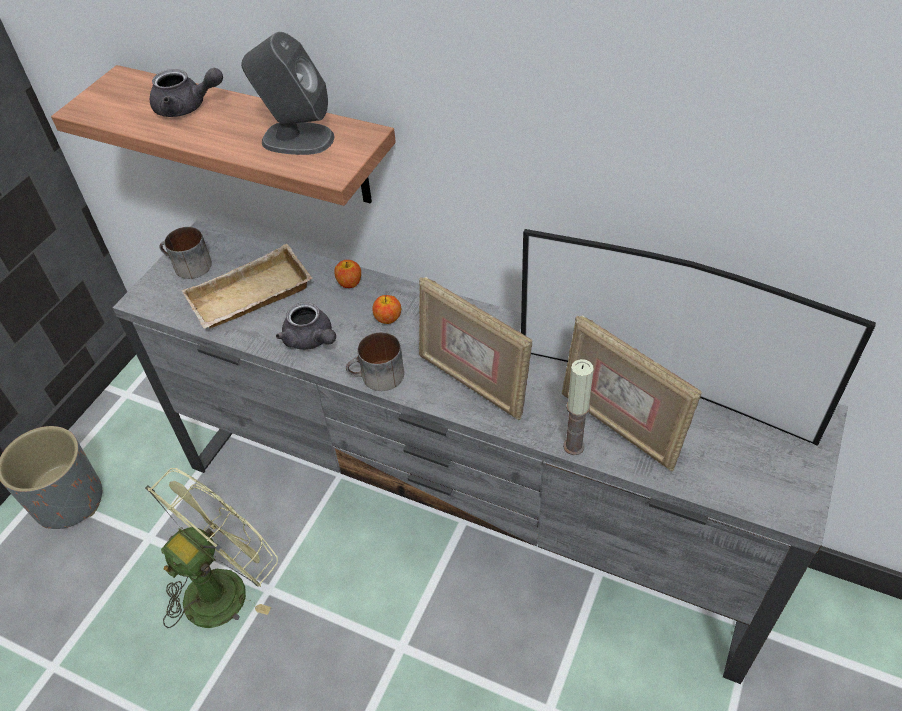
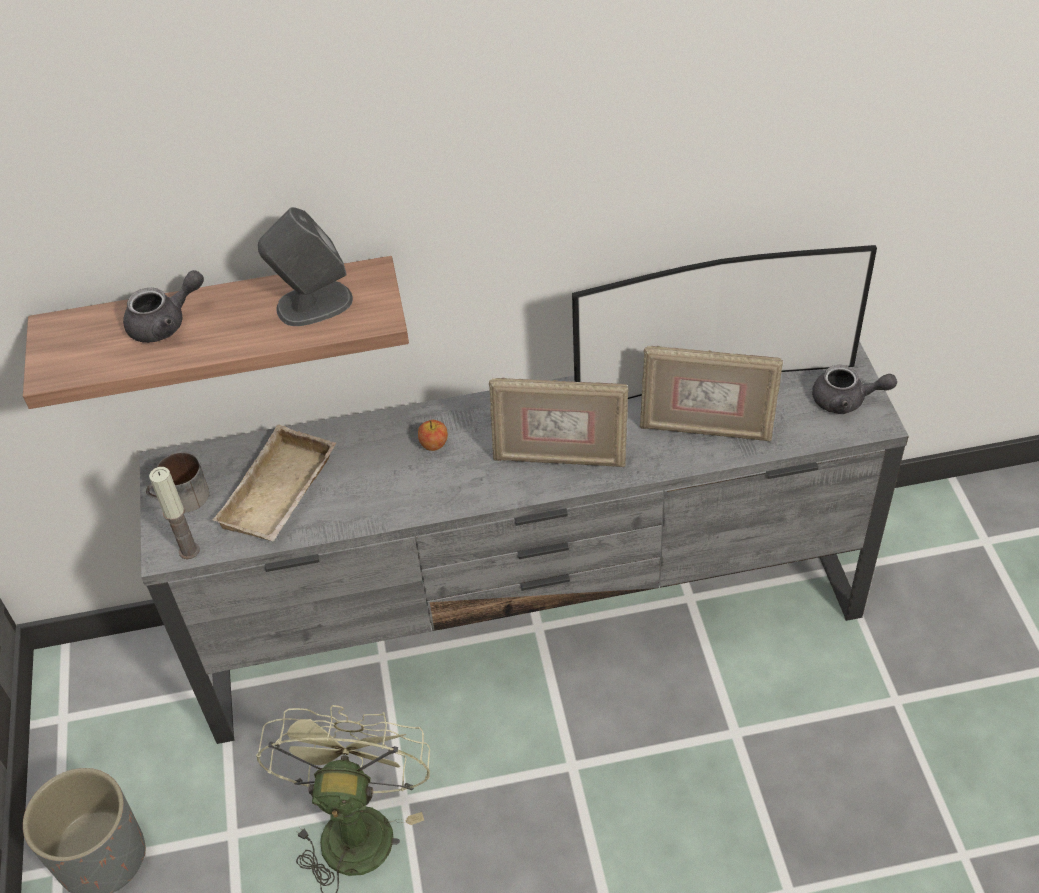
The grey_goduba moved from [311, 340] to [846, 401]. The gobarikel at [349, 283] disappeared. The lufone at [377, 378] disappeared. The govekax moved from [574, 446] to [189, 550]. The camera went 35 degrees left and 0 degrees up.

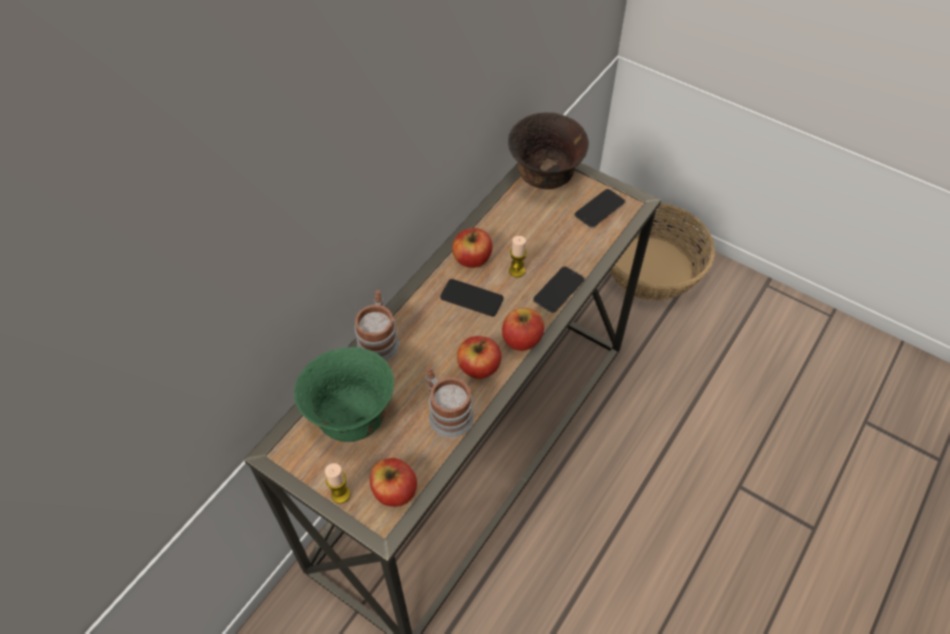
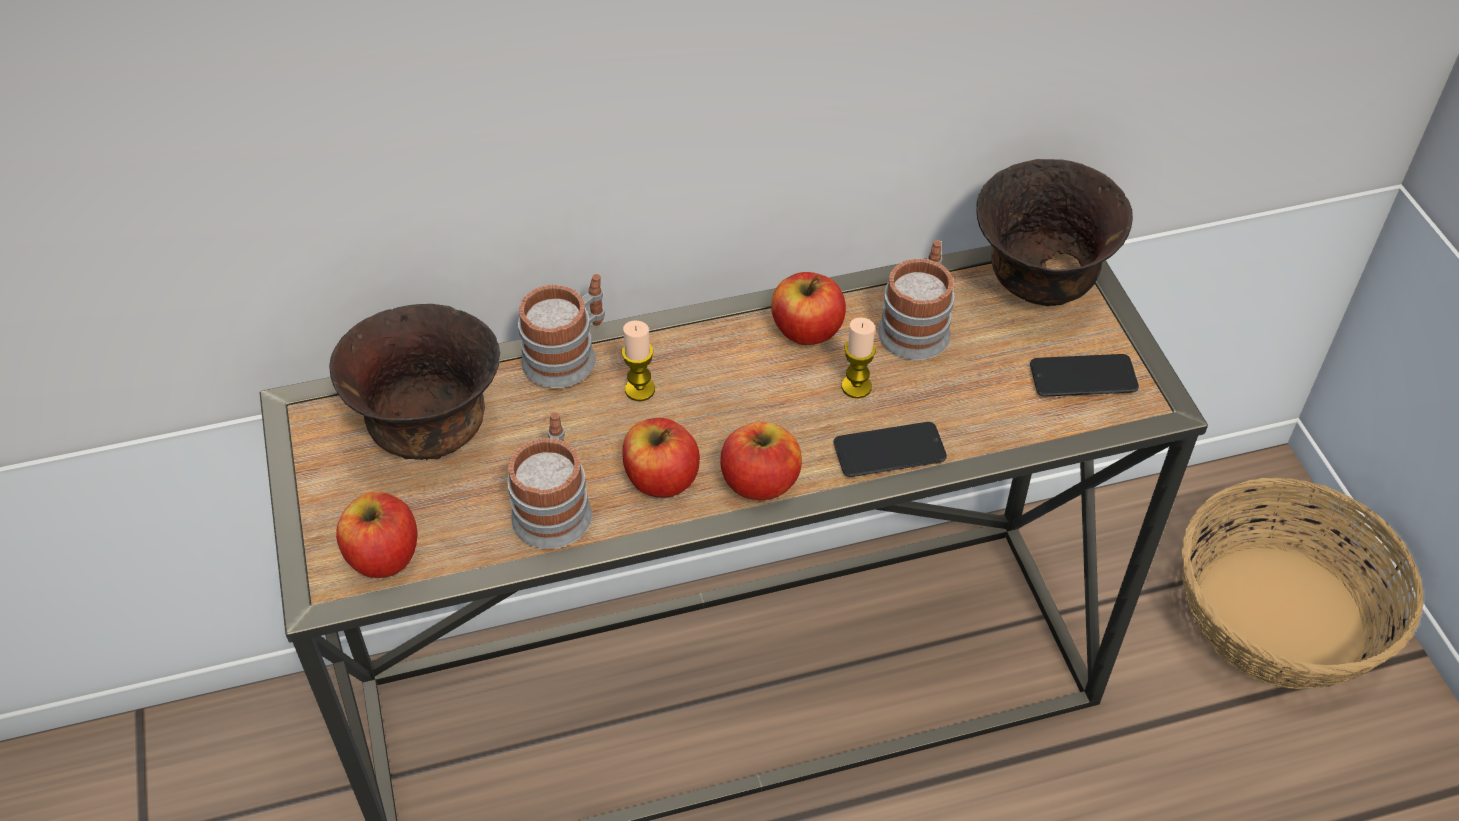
The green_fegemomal at [351, 419] became the brown_fegemomal at [429, 432]. The govekax moved from [340, 494] to [640, 389]. The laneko at [471, 298] disappeared. The lufone at [917, 325] appeared. The camera went 40 degrees right and 5 degrees down.

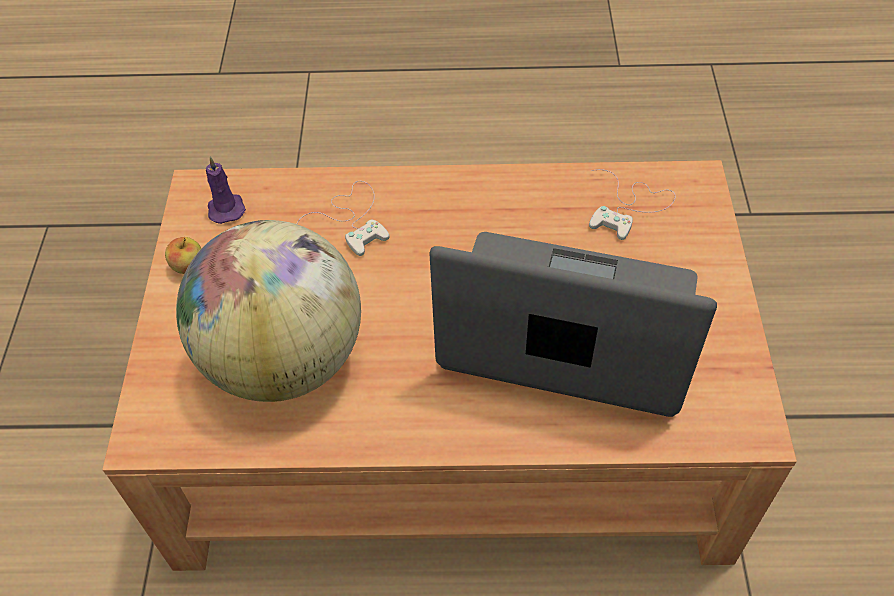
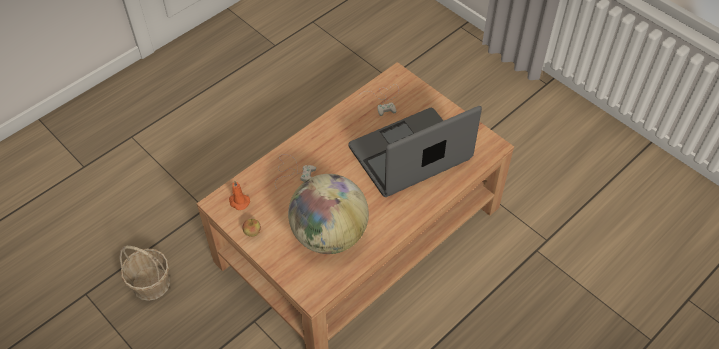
The purple_govekax at [226, 208] became the orange_govekax at [238, 202]. The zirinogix at [151, 283] appeared. The camera went 45 degrees left and 0 degrees up.

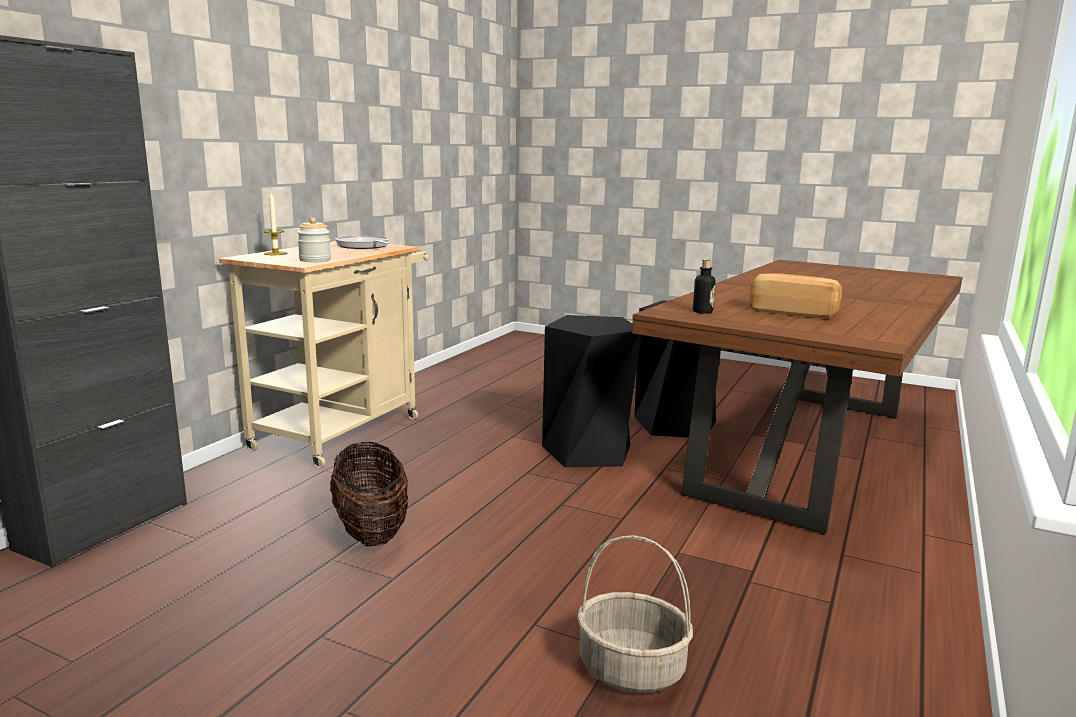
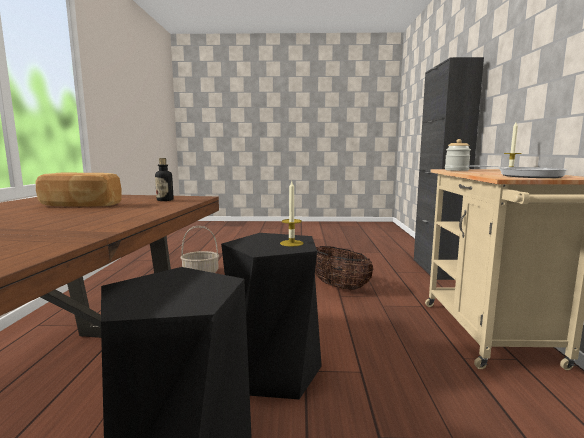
The govekax at [291, 243] appeared. The camera went 155 degrees right and 5 degrees down.

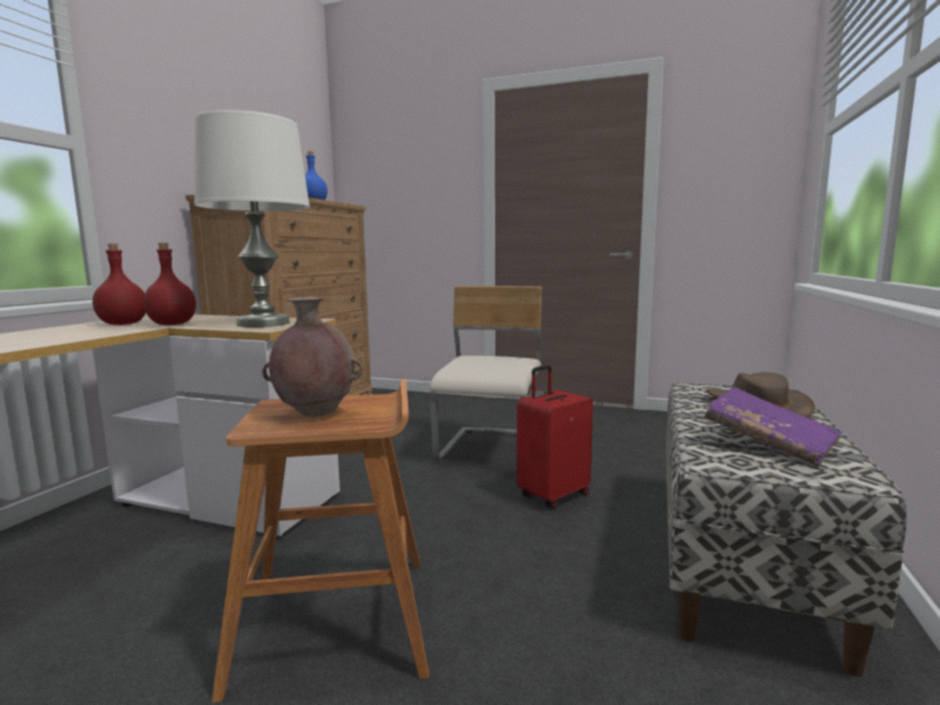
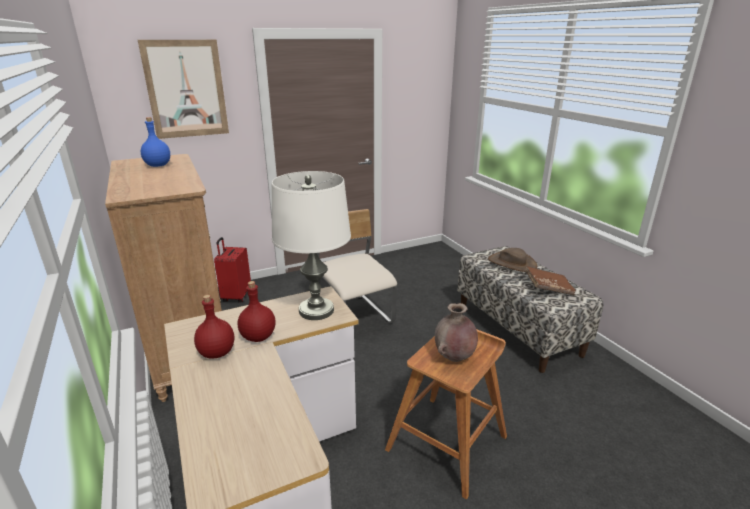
The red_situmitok moved from [552, 495] to [236, 296]. The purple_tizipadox at [769, 443] became the brown_tizipadox at [548, 288]. The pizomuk at [186, 89] appeared. The camera went 45 degrees left and 15 degrees up.

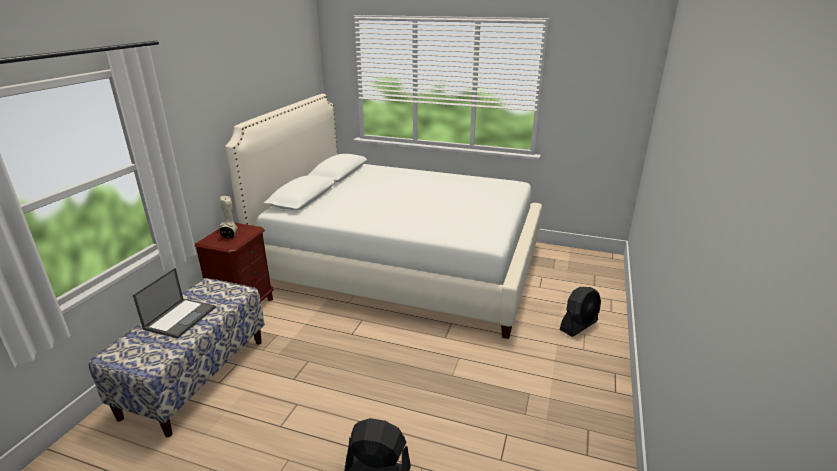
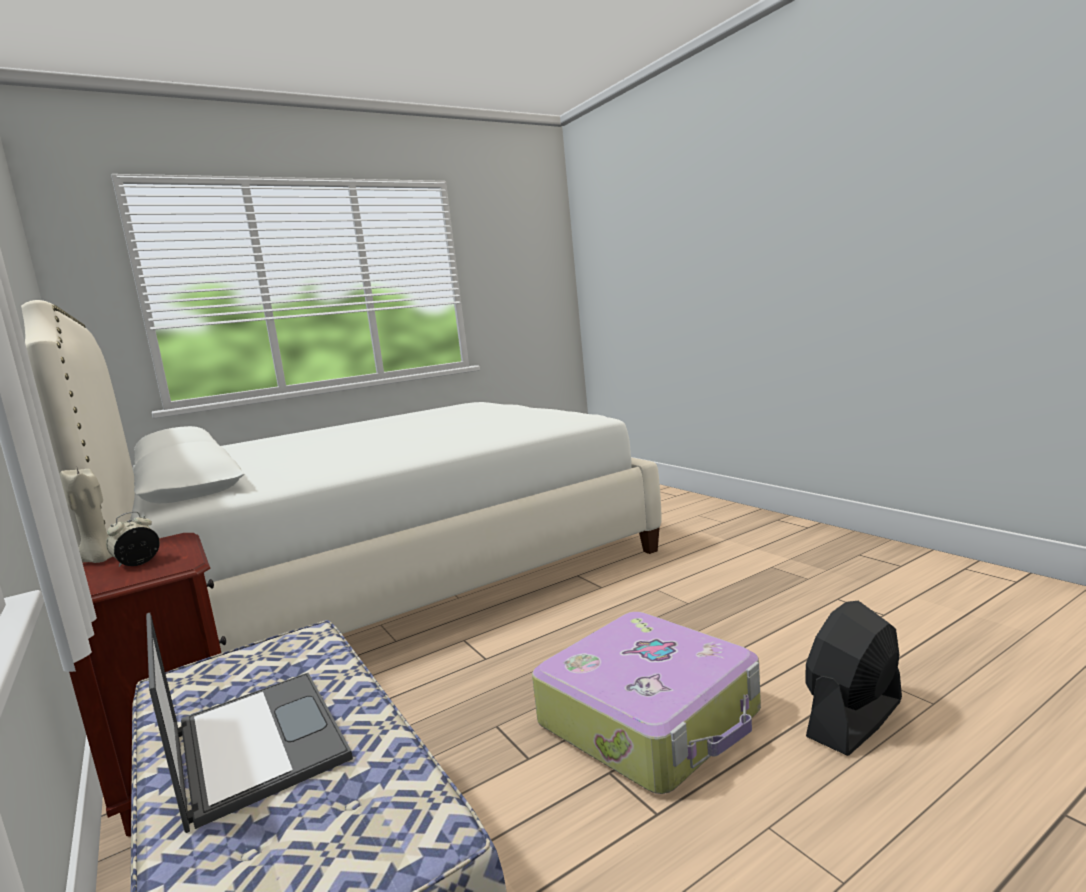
The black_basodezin at [579, 325] disappeared. The situmitok at [651, 718] appeared. The camera went 50 degrees left and 15 degrees down.

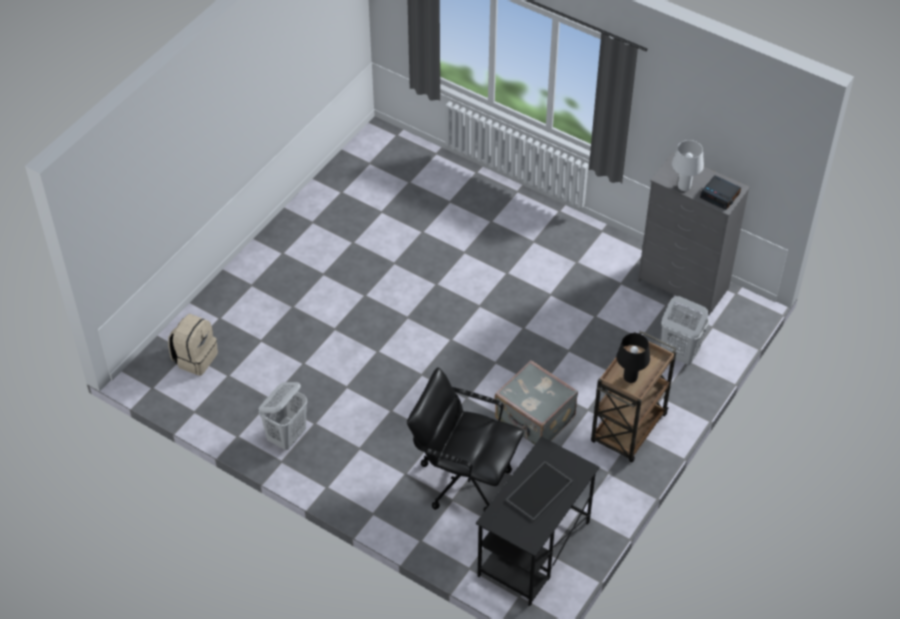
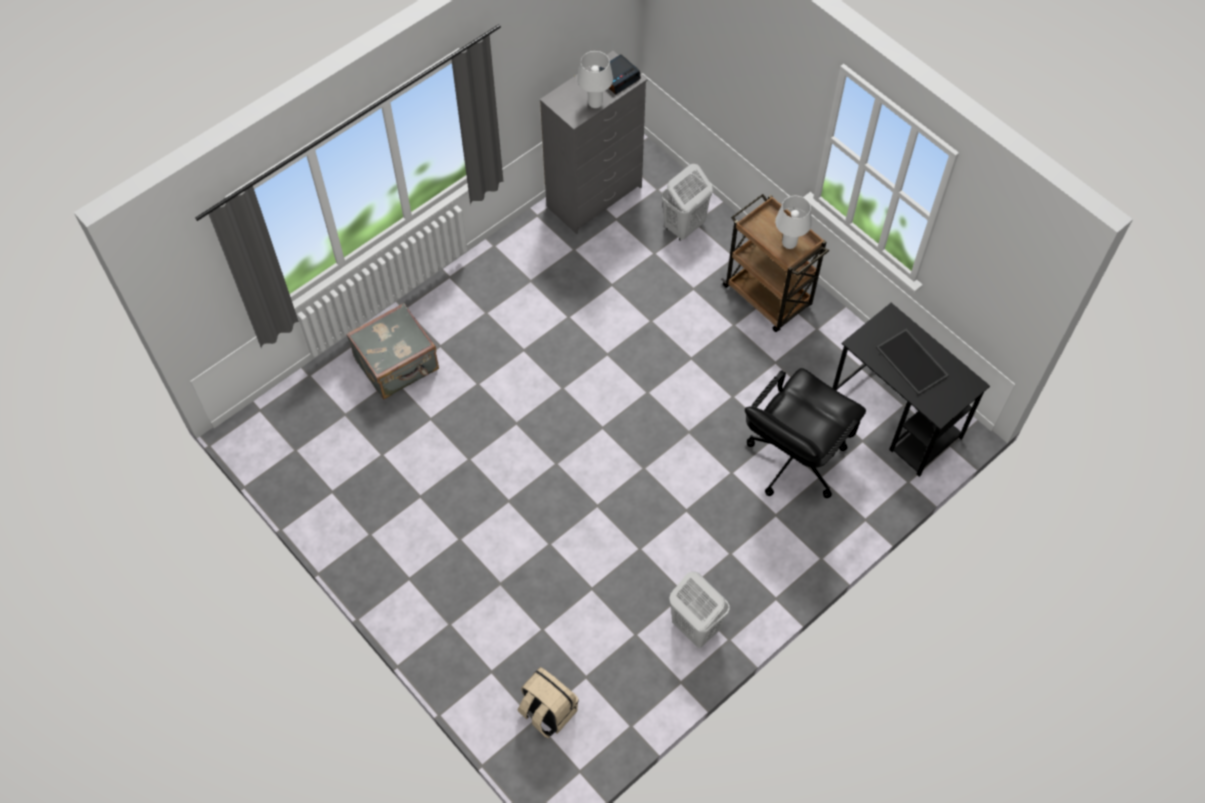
The grey_situmitok moved from [534, 419] to [398, 365]. The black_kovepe at [630, 378] became the white_kovepe at [788, 244]. The camera went 75 degrees left and 10 degrees up.

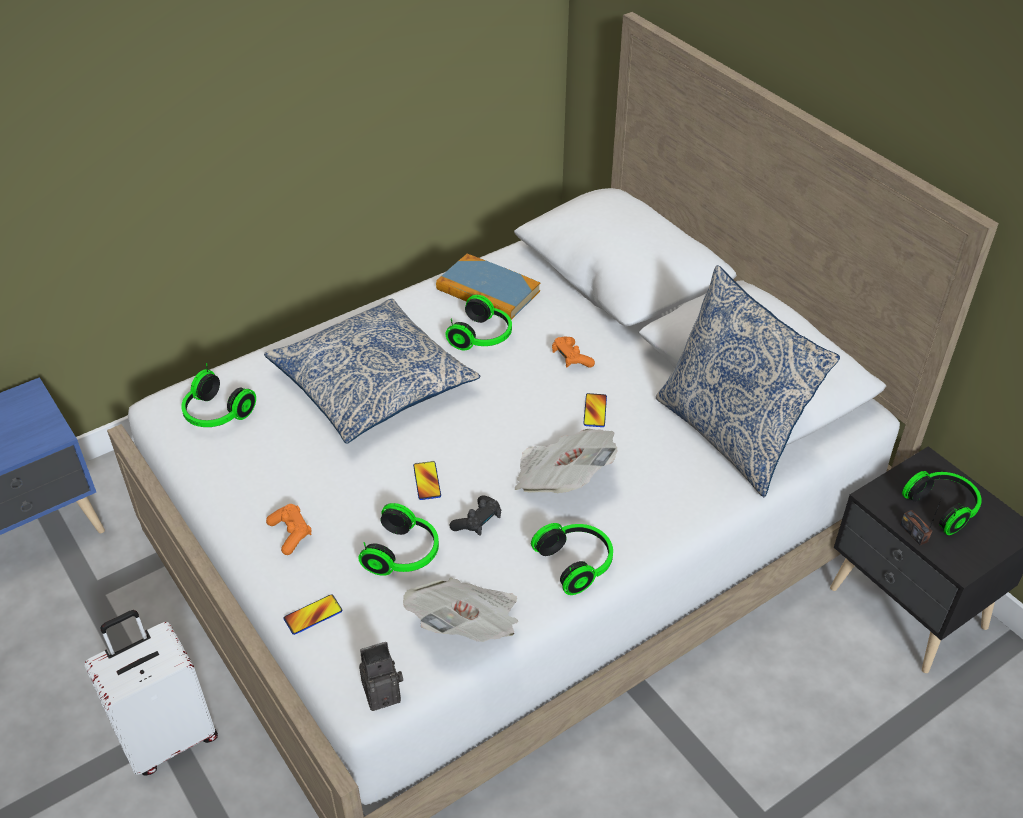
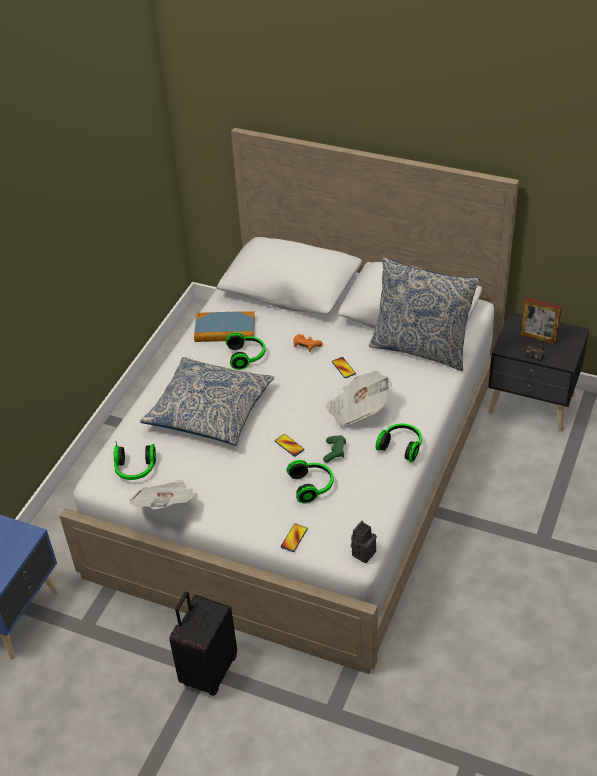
The white_situmitok at [168, 737] became the black_situmitok at [208, 671]. The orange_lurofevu at [291, 534] disappeared. The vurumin moved from [467, 626] to [166, 506]. The black_lurofevu at [477, 522] became the green_lurofevu at [335, 452]. The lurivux at [943, 507] was replaced by the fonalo at [538, 338]. The camera went 30 degrees left and 0 degrees up.

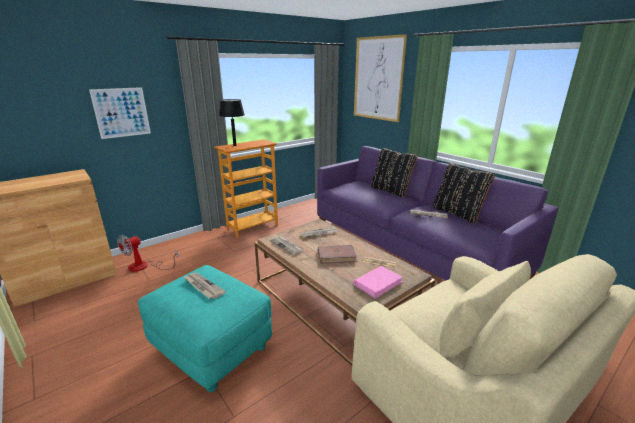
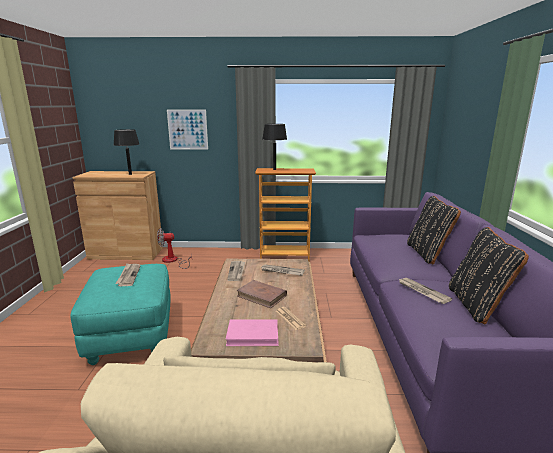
The pizomuk at [378, 79] disappeared. The black_kovepe at [130, 174] appeared. The camera went 40 degrees right and 5 degrees down.

